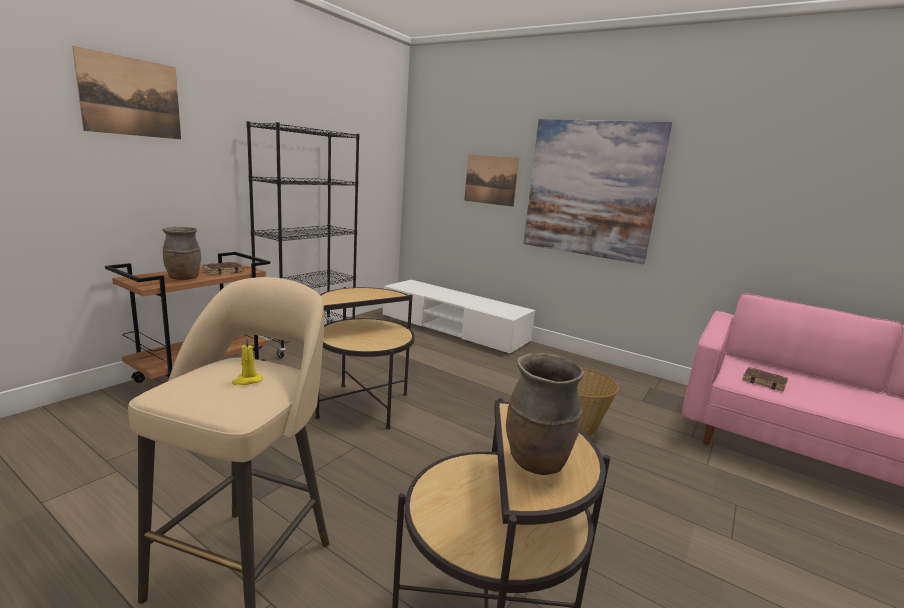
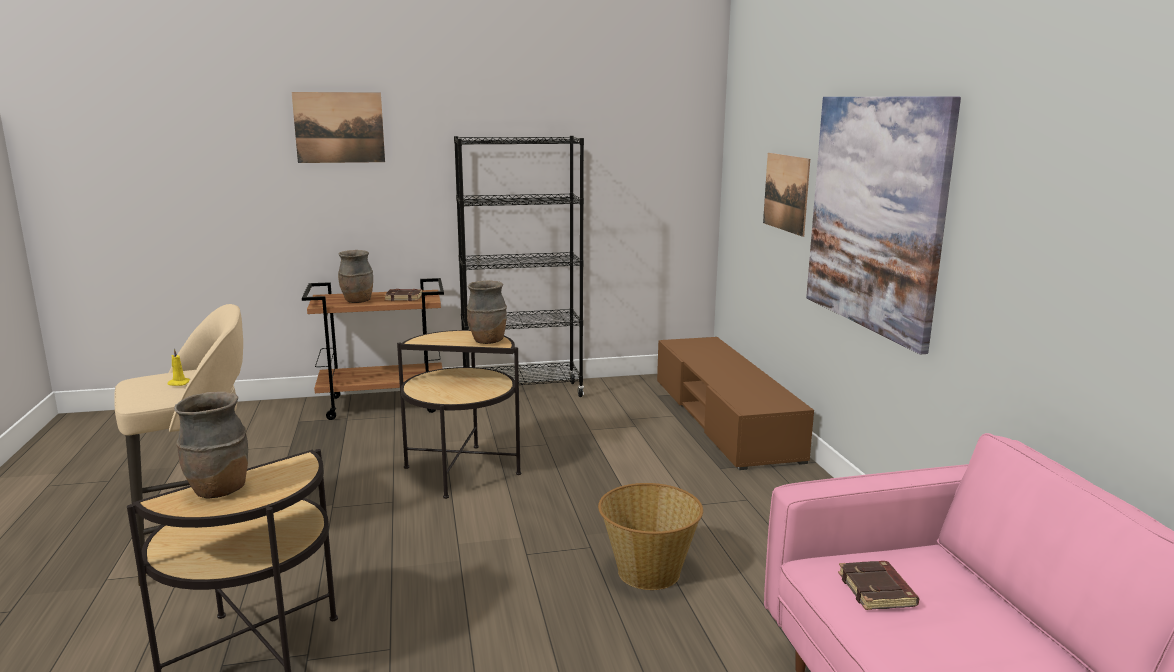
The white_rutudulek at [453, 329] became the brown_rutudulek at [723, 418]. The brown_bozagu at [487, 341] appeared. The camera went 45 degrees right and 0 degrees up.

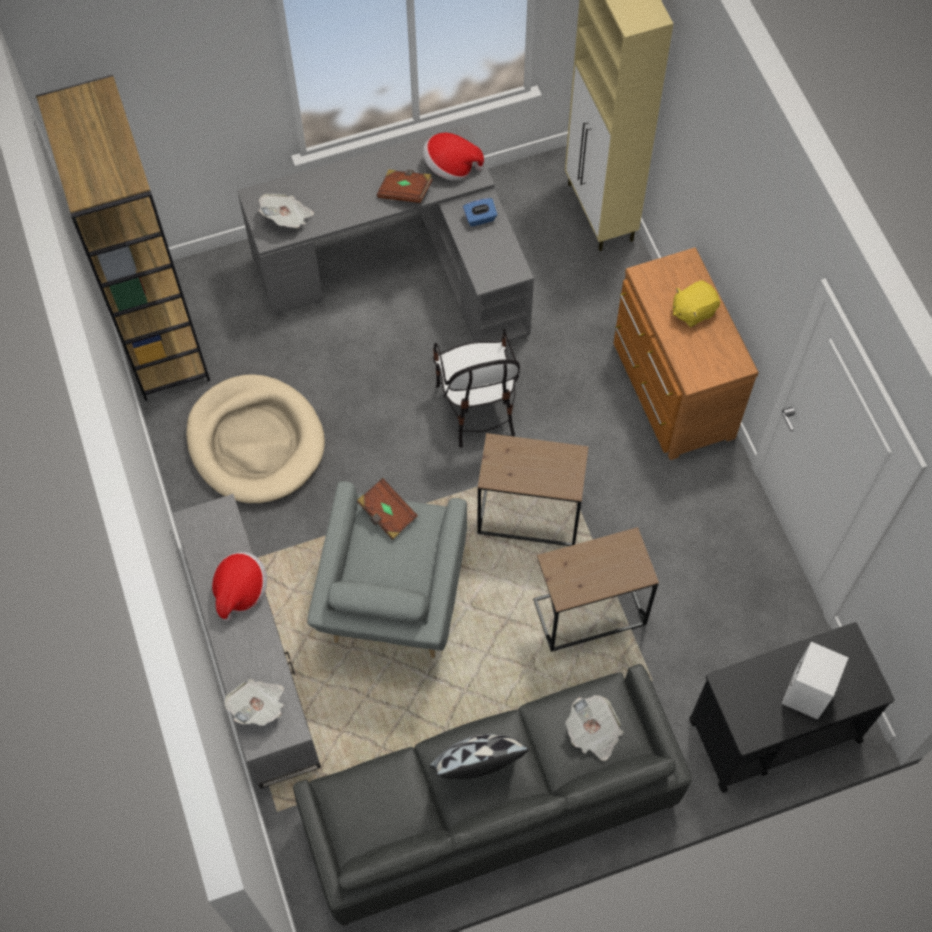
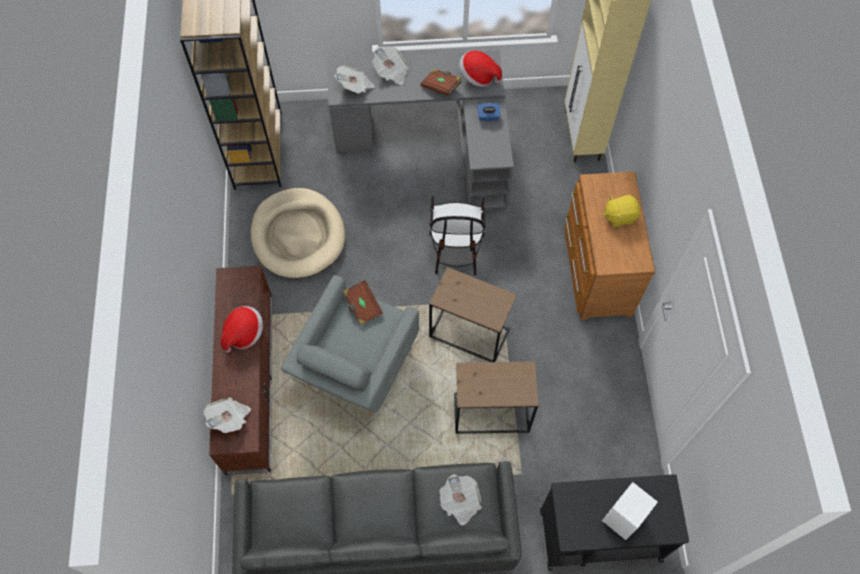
The grey_rutudulek at [251, 655] became the brown_rutudulek at [248, 380]. The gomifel at [478, 766] disappeared. The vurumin at [391, 72] appeared. The camera went 15 degrees right and 0 degrees up.

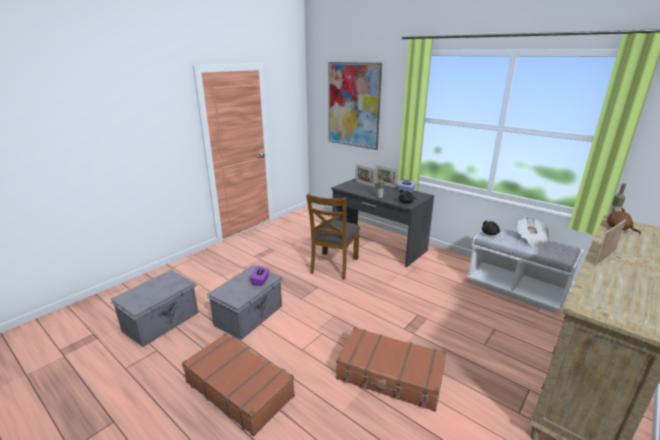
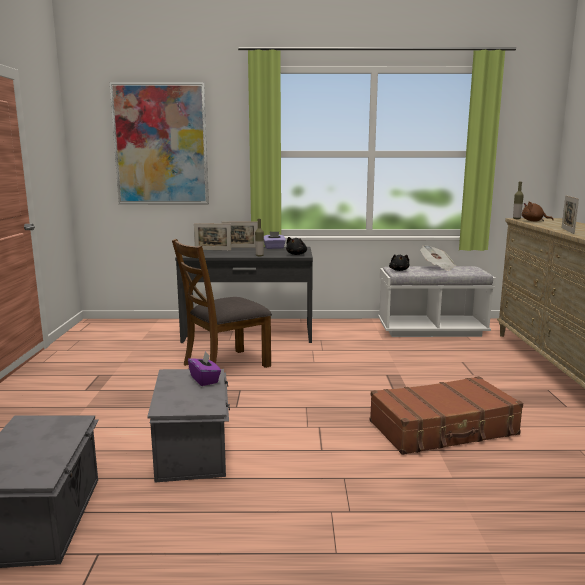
The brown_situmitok at [239, 388] disappeared. The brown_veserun at [334, 265] turned 75 degrees clockwise. The camera went 40 degrees left and 10 degrees down.

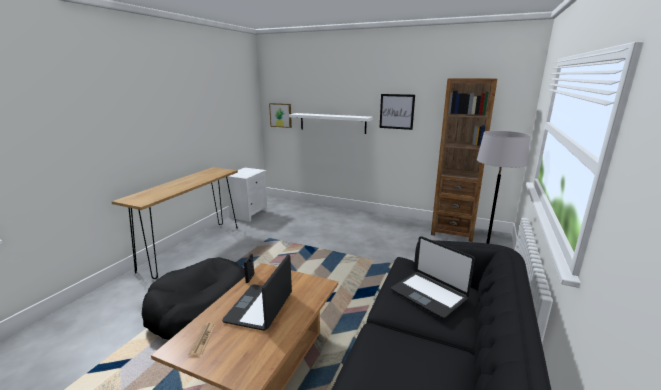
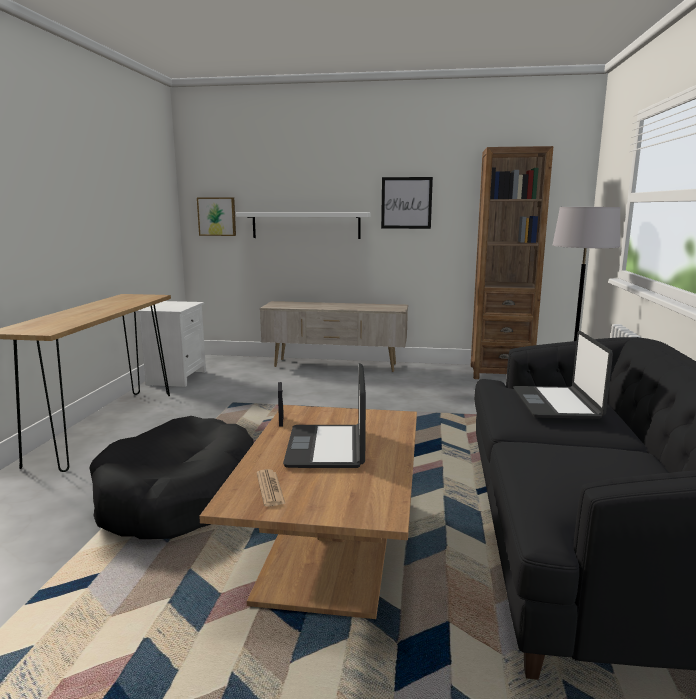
The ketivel at [429, 294] turned 60 degrees clockwise. The beige_rutudulek at [335, 365] appeared. The camera went 15 degrees left and 5 degrees down.

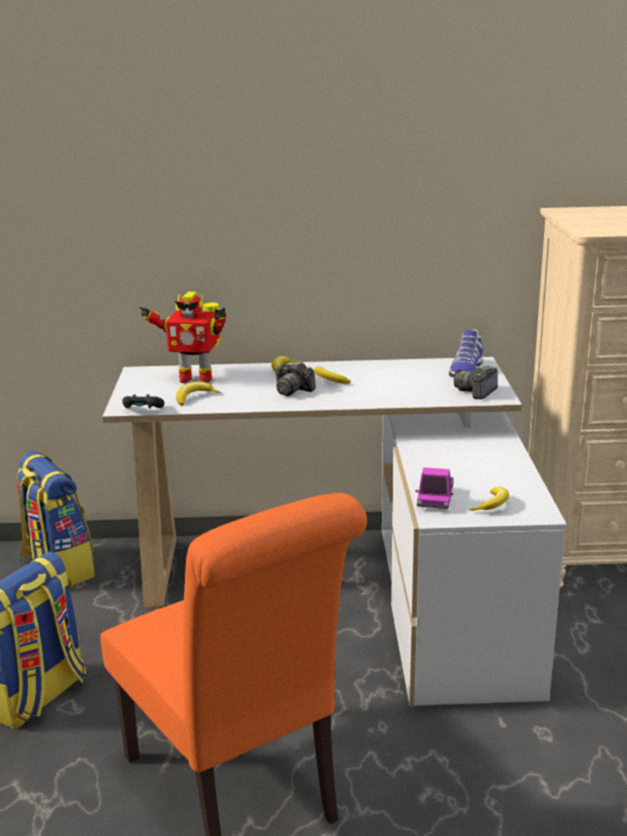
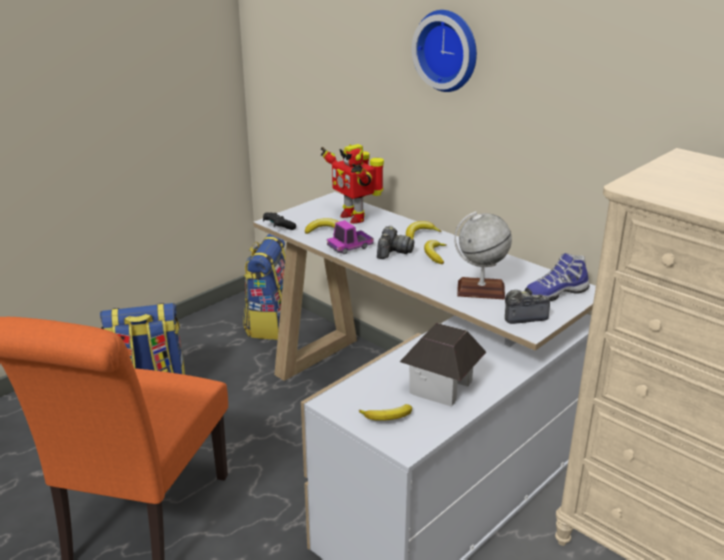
The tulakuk at [292, 390] turned 150 degrees counterclockwise. The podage moved from [435, 499] to [350, 247]. The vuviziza at [441, 387] appeared. The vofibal at [448, 50] appeared. The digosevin at [480, 290] appeared. The camera went 45 degrees right and 5 degrees up.

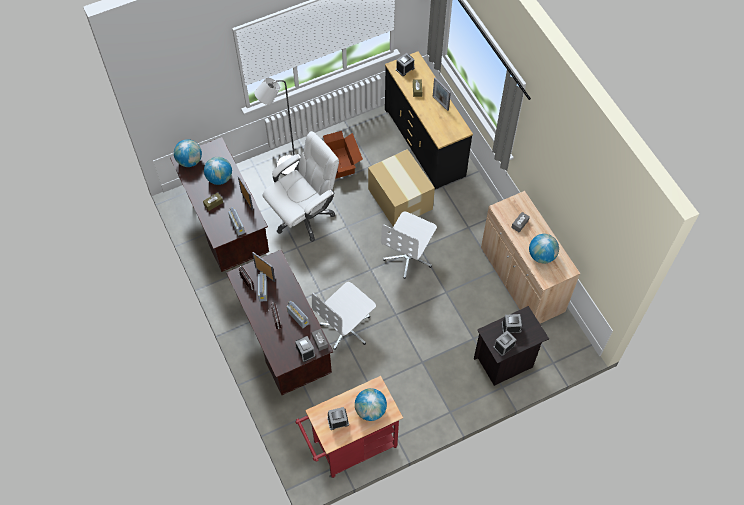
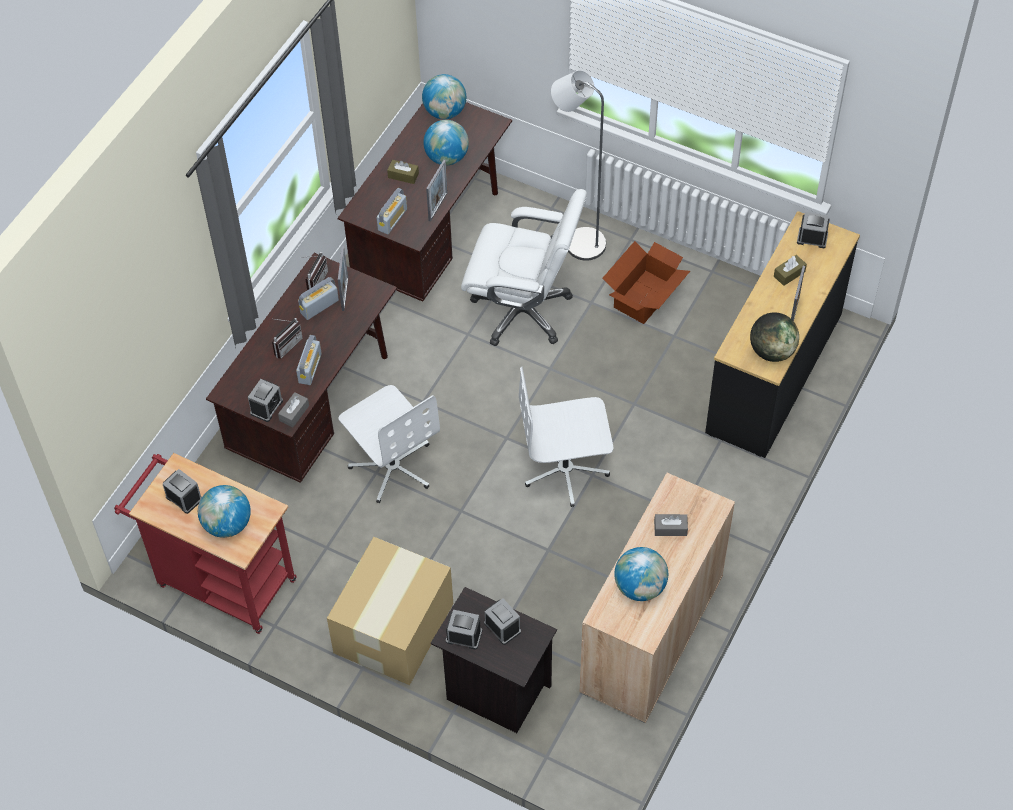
The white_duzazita at [346, 328] turned 135 degrees counterclockwise. The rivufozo moved from [400, 200] to [392, 629]. The digosevin at [771, 351] appeared. The camera went 55 degrees right and 5 degrees down.

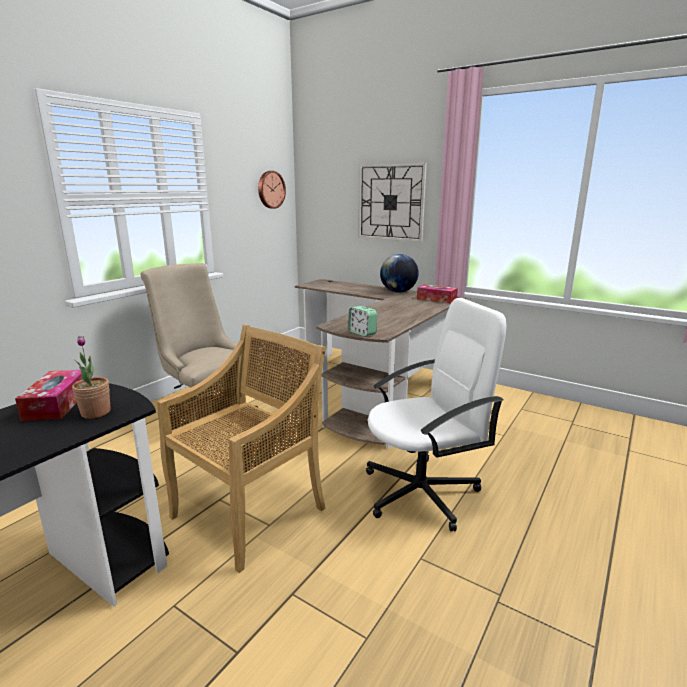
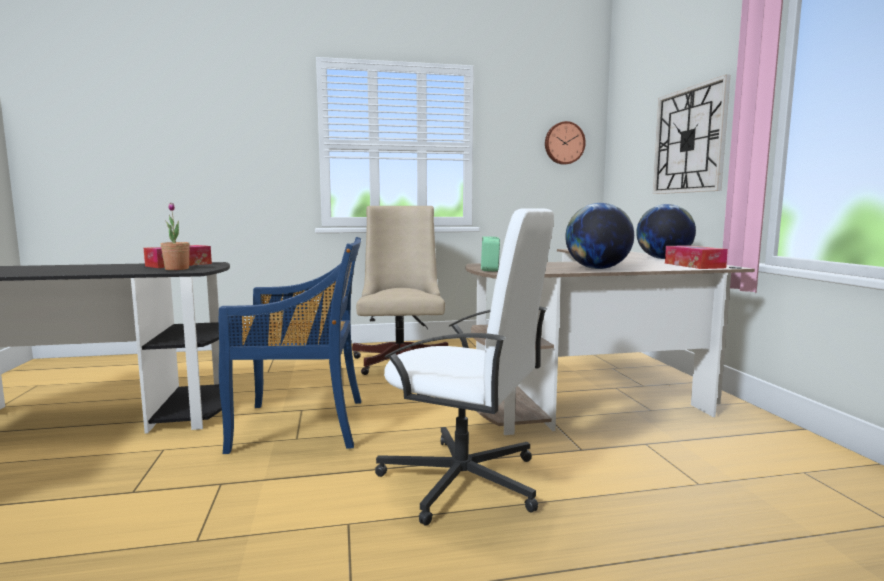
The beige_veserun at [250, 511] became the blue_veserun at [303, 425]. The digosevin at [597, 268] appeared. The camera went 45 degrees right and 10 degrees down.

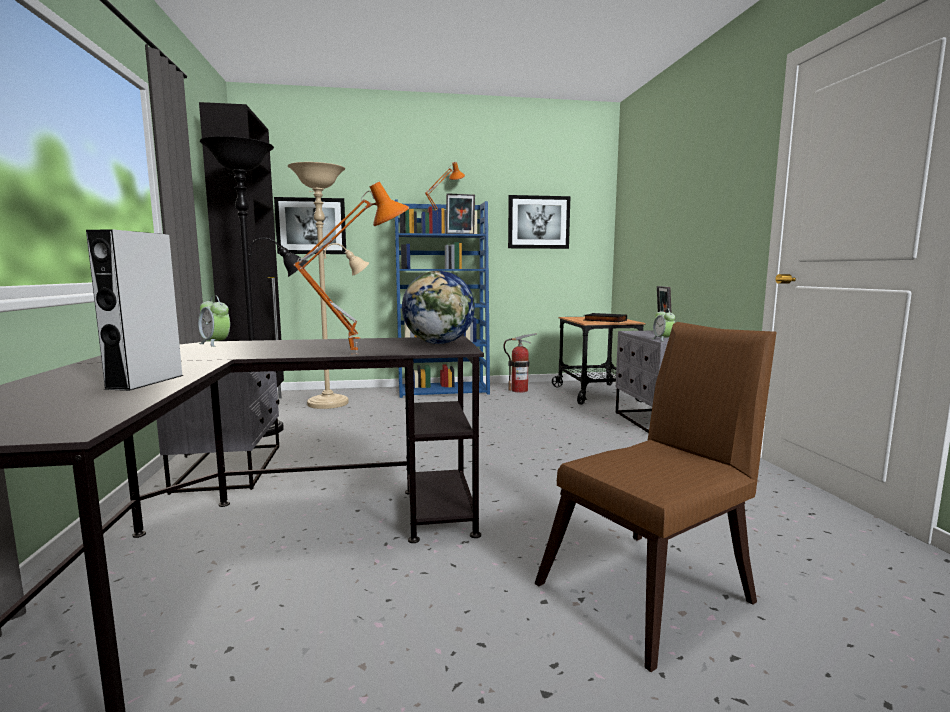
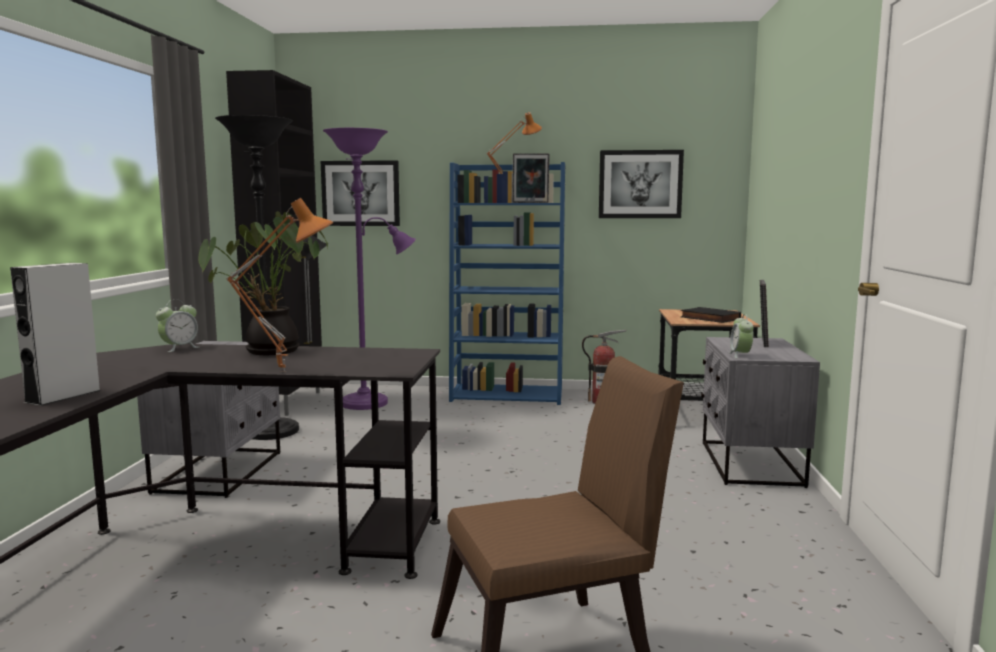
The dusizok at [215, 344] turned 105 degrees counterclockwise. The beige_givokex at [333, 402] became the purple_givokex at [370, 402]. The digosevin at [439, 343] disappeared. The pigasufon at [270, 352] appeared. The camera went 15 degrees right and 0 degrees up.

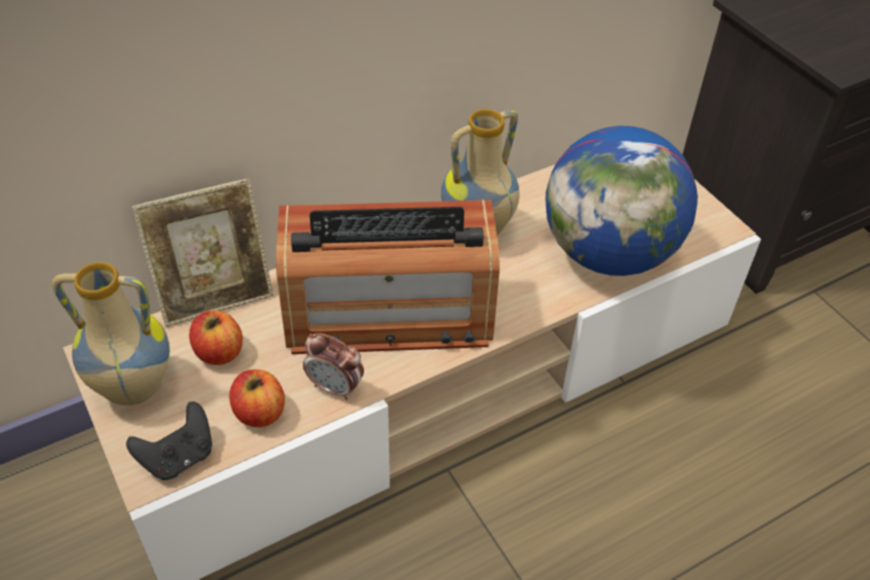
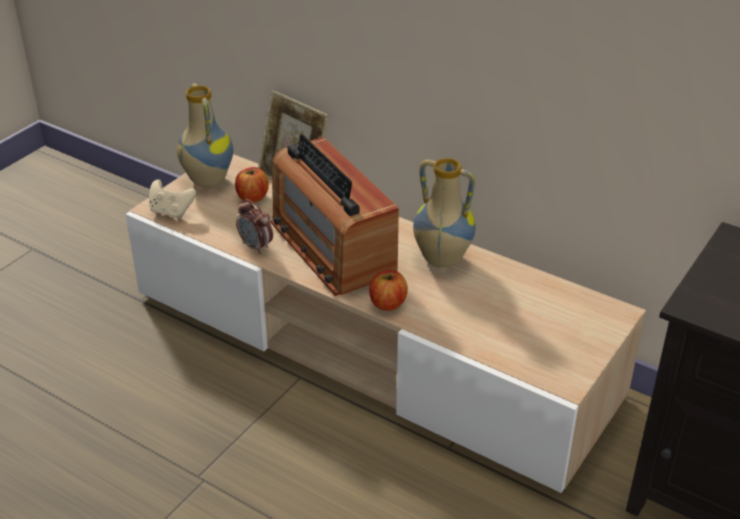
The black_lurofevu at [179, 457] became the beige_lurofevu at [171, 212]. The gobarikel moved from [259, 412] to [387, 303]. The dusizok at [335, 388] turned 45 degrees counterclockwise. The digosevin at [609, 254] disappeared. The camera went 65 degrees right and 10 degrees down.

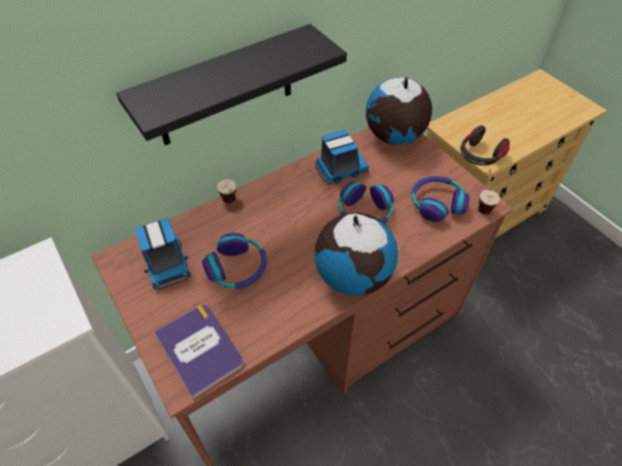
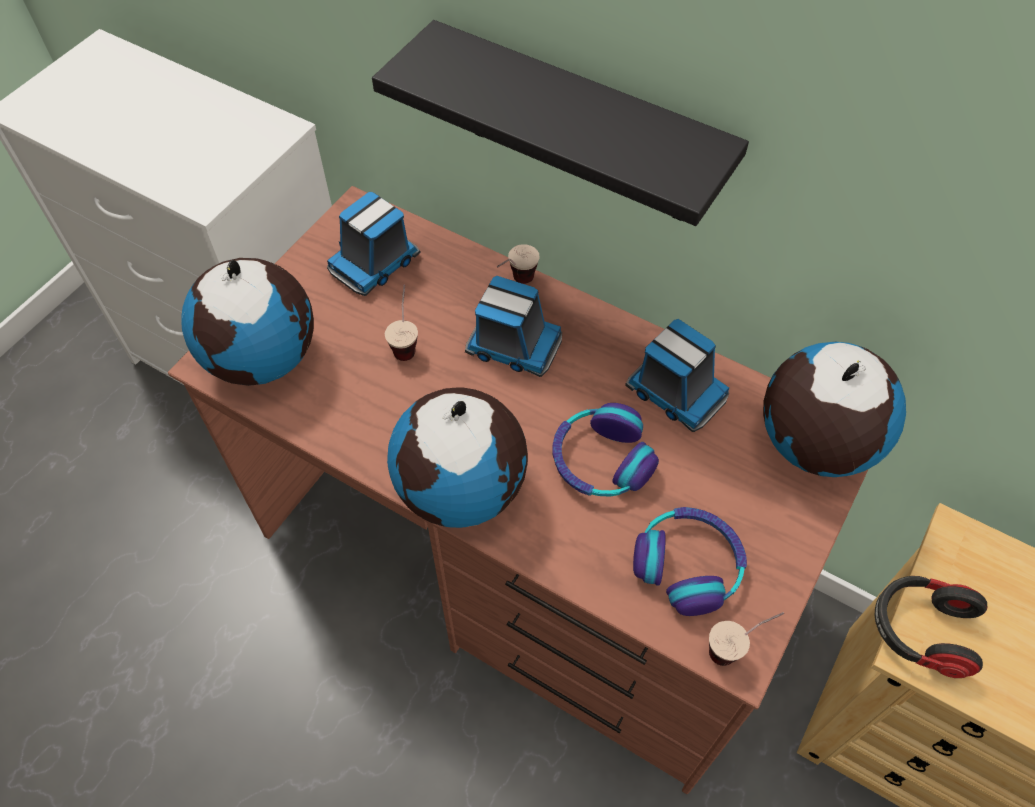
The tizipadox at [199, 349] was replaced by the digosevin at [264, 358]. The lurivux at [237, 268] was replaced by the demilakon at [406, 342]. The podage at [512, 345] appeared. The camera went 65 degrees right and 5 degrees up.

